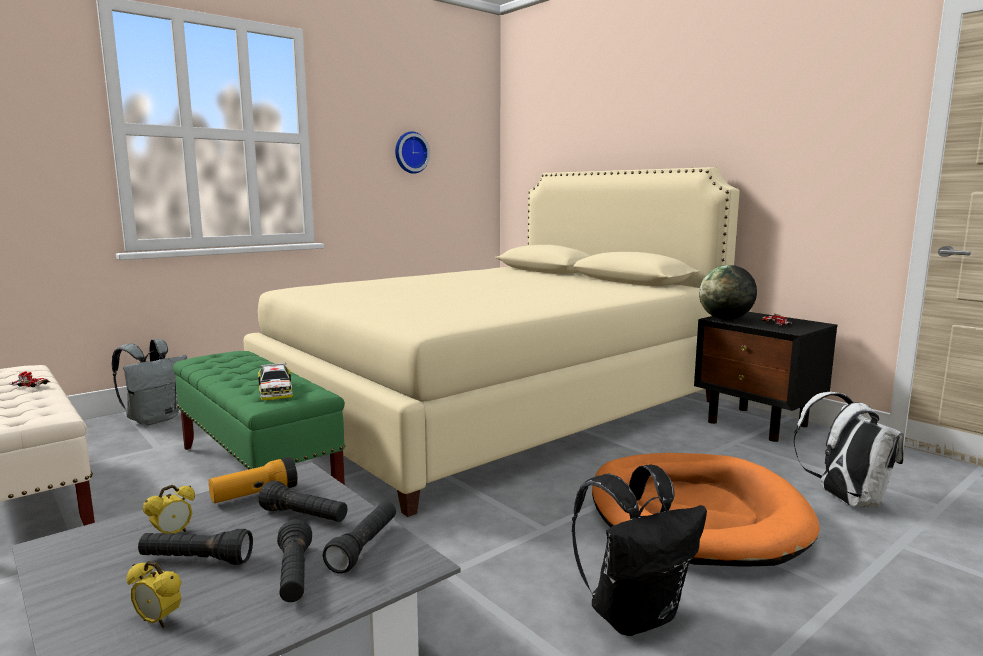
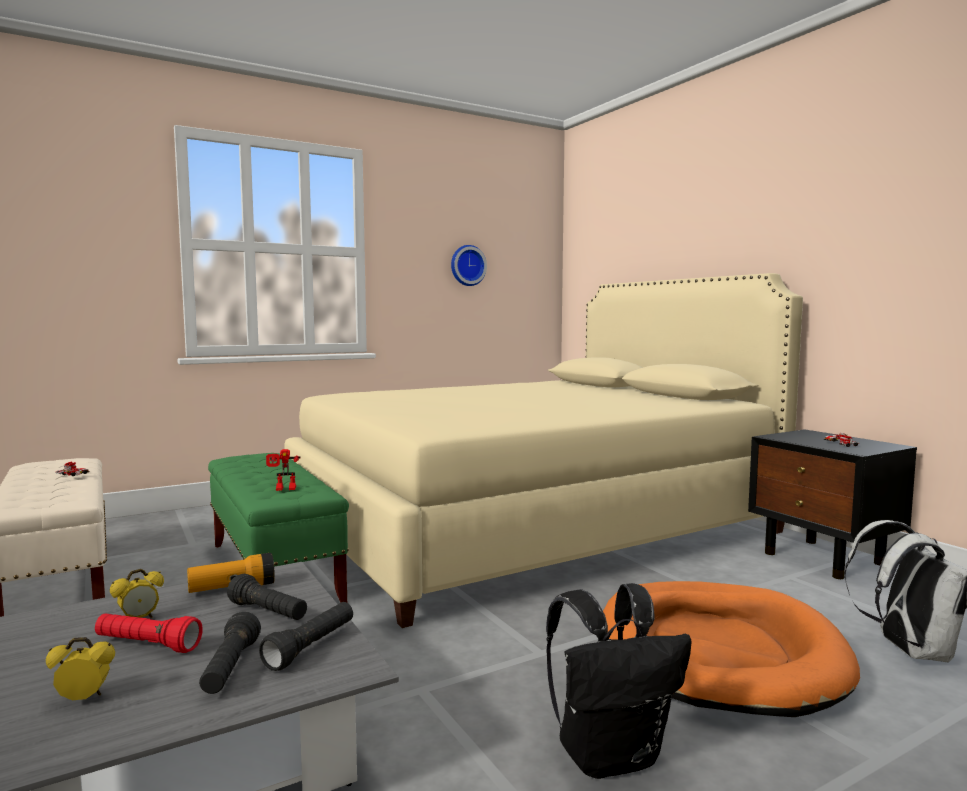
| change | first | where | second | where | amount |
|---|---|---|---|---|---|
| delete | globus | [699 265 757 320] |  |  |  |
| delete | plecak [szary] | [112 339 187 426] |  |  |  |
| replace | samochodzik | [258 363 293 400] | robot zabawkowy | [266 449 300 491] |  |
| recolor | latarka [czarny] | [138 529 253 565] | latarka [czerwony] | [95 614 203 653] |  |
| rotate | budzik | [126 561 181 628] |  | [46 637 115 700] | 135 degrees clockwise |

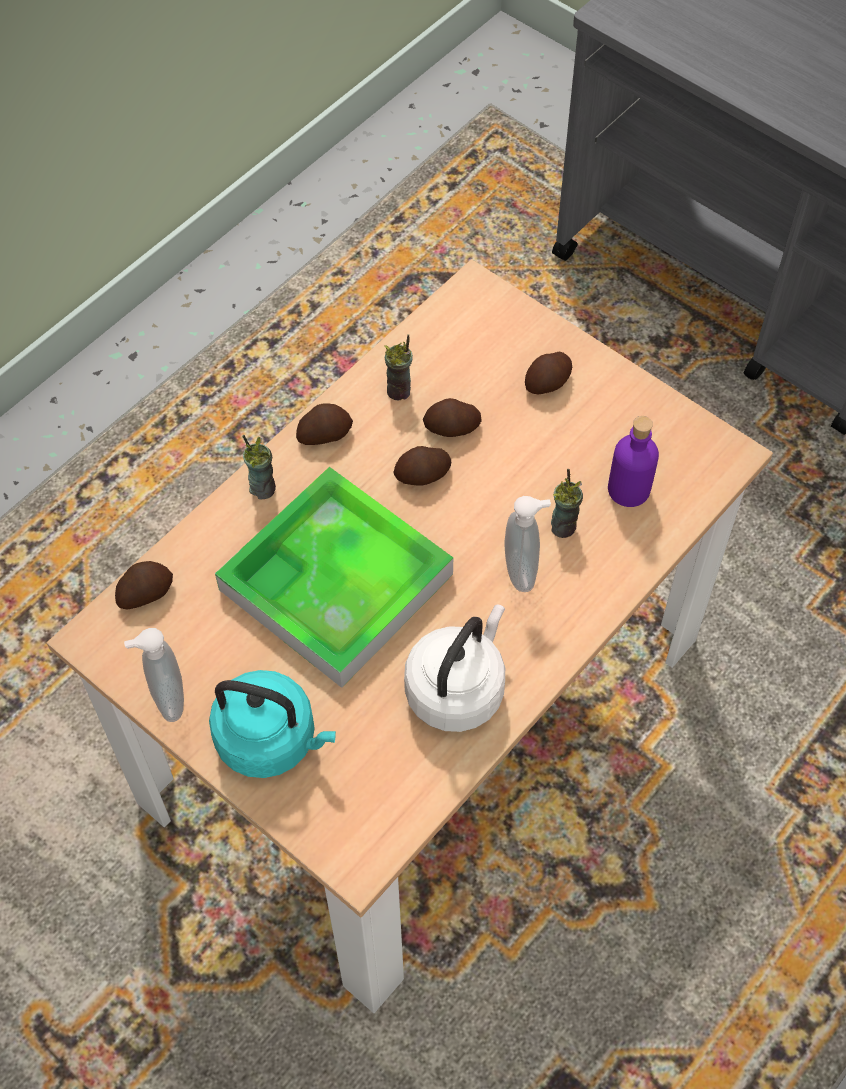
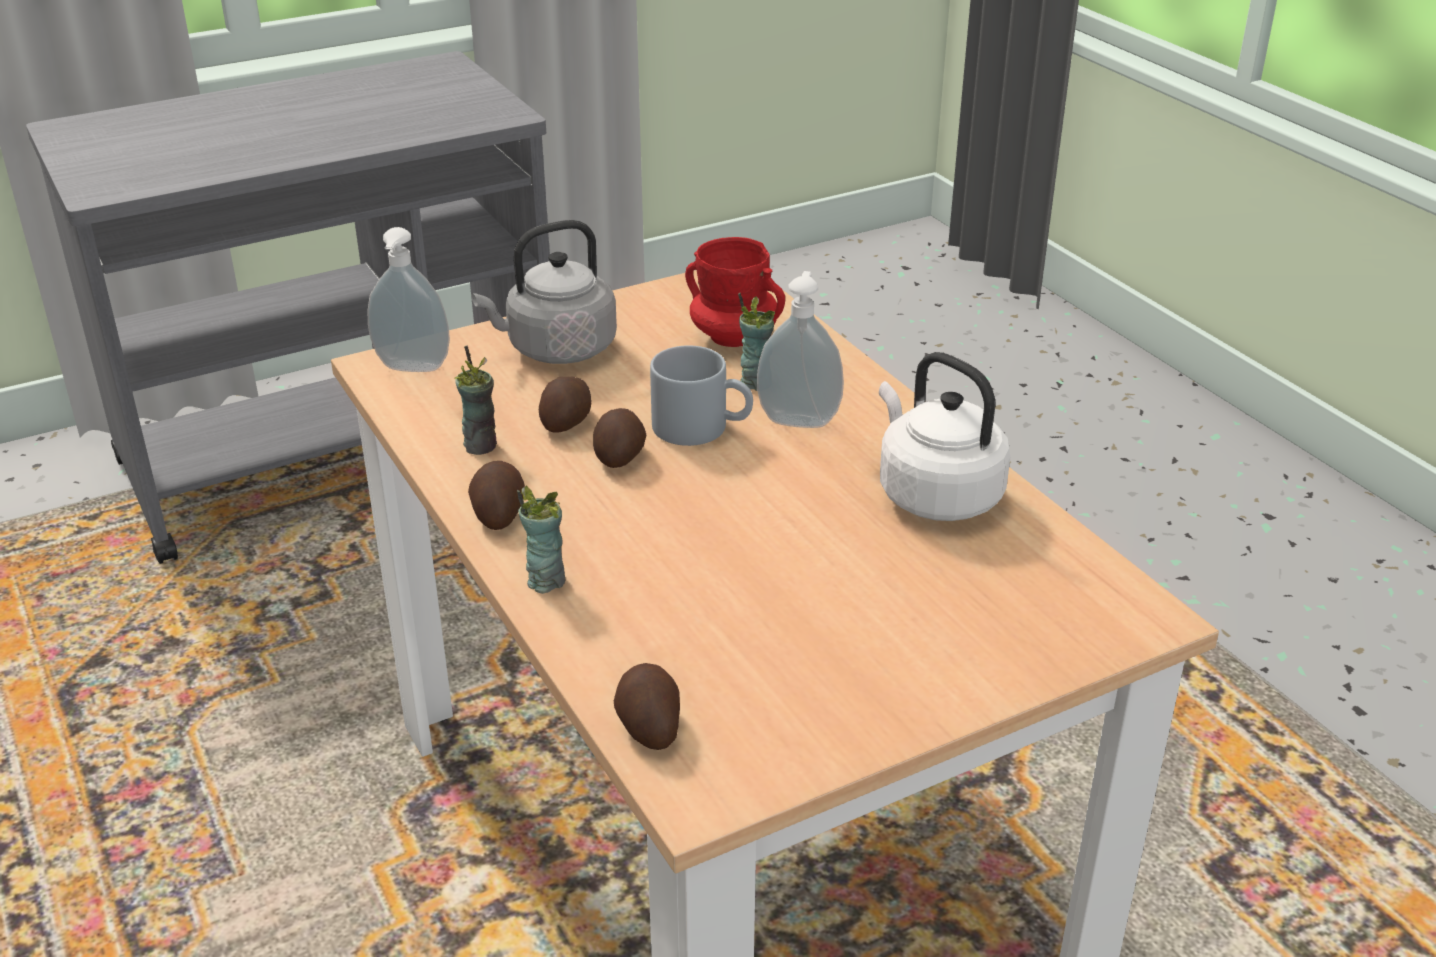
| change | first | where | second | where | amount |
|---|---|---|---|---|---|
| replace | ziemniak | [525 352 572 395] | czajnik [szary] | [472 220 617 364] |  |
| replace | butelka [fioletowy] | [608 416 659 507] | kubek [czerwony] | [685 237 785 347] |  |
| delete | taca | [215 467 453 688] |  |  |  |
| move | dozownik mydła | [124 628 184 722] |  | [367 227 450 372] |  |
| delete | czajnik [turkusowy] | [209 670 336 778] |  |  |  |
| insert |  |  | kubek [szary] | [650 345 753 446] |  |

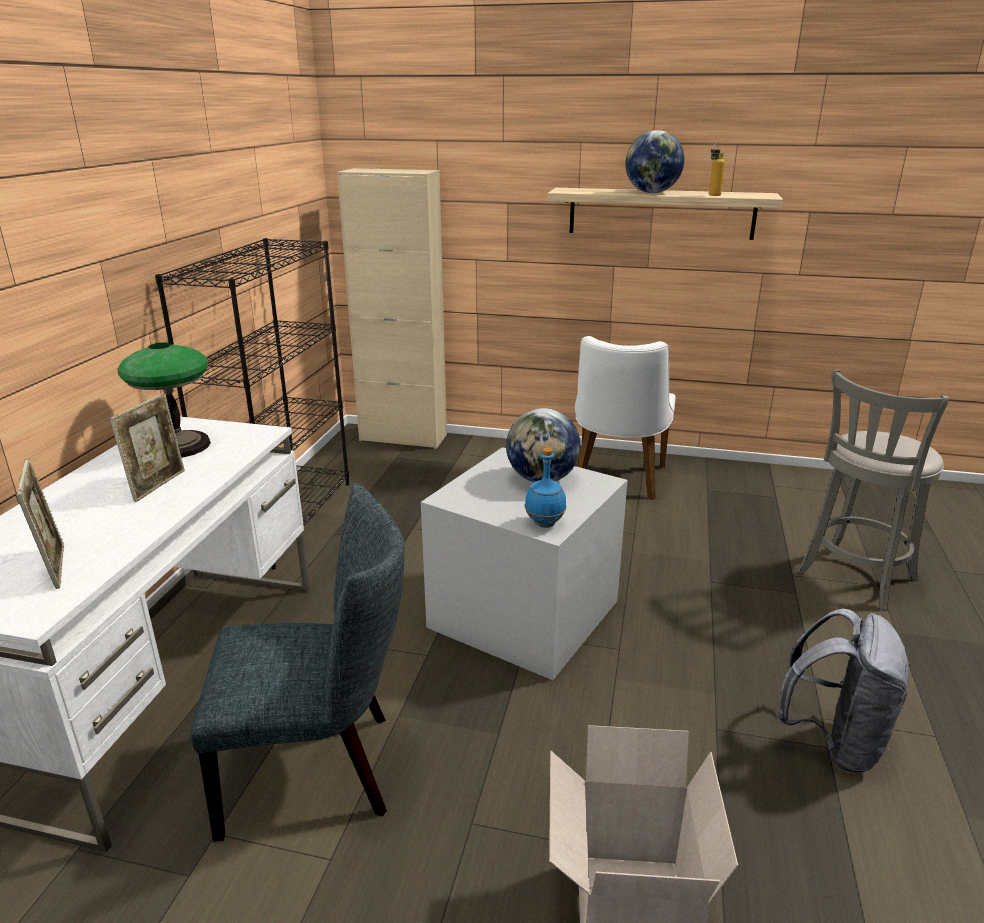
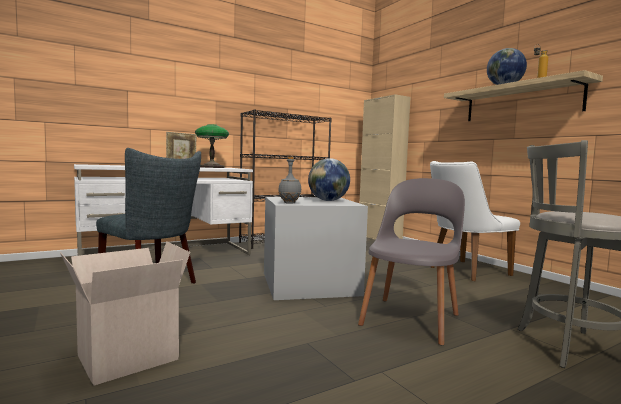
| change | first | where | second | where | amount |
|---|---|---|---|---|---|
| recolor | butelka [niebieski] | [525 448 566 528] | butelka [szary] | [278 157 301 204] |  |
| delete | ramka na zdjęcie | [17 458 64 589] |  |  |  |
| delete | plecak [szary] | [776 608 911 773] |  |  |  |
| insert |  |  | krzesło [szary] | [358 178 465 345] |  |

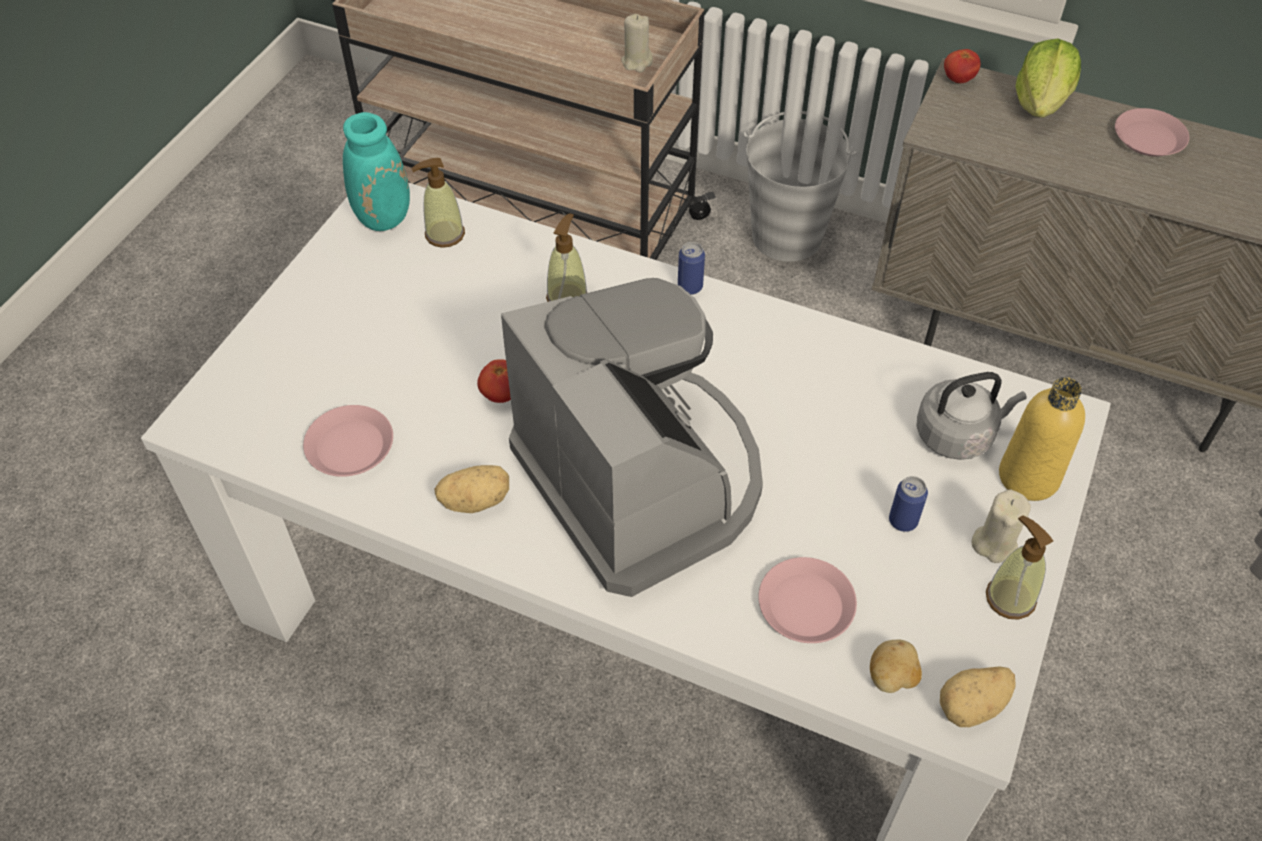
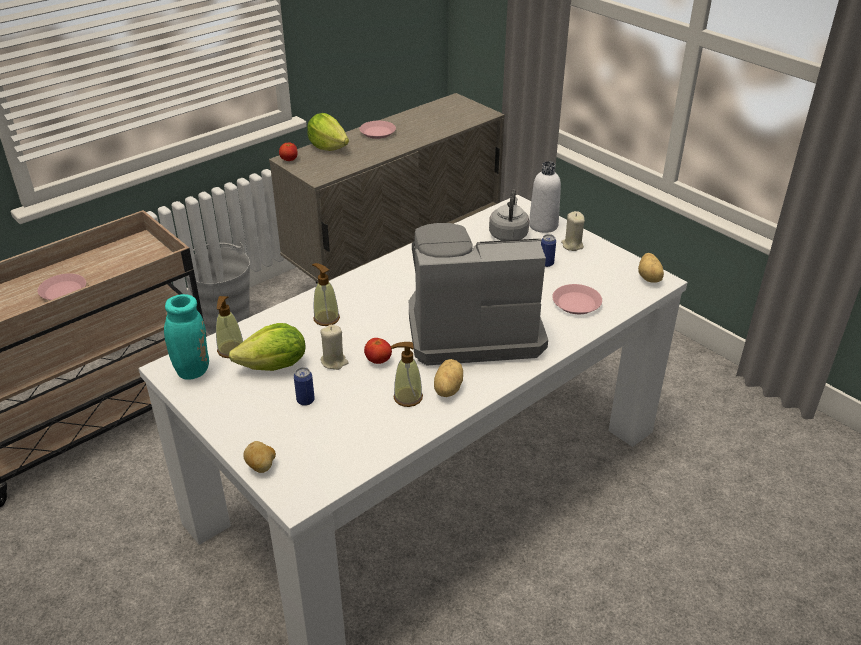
| change | first | where | second | where | amount |
|---|---|---|---|---|---|
| move | świeca [beżowy] | [621 14 653 72] |  | [320 325 348 370] |  |
| move | puszka | [678 242 705 295] |  | [294 367 315 406] |  |
| recolor | butelka [żółty] | [999 377 1085 501] | butelka [biały] | [529 161 561 233] |  |
| move | talerz [różowy] | [303 405 393 477] |  | [37 273 86 300] |  |
| move | dozownik mydła | [986 515 1053 620] |  | [391 342 423 407] |  |
| move | ziemniak | [870 640 922 693] |  | [243 441 276 473] |  |
| insert |  |  | sałata | [229 323 306 371] |  |

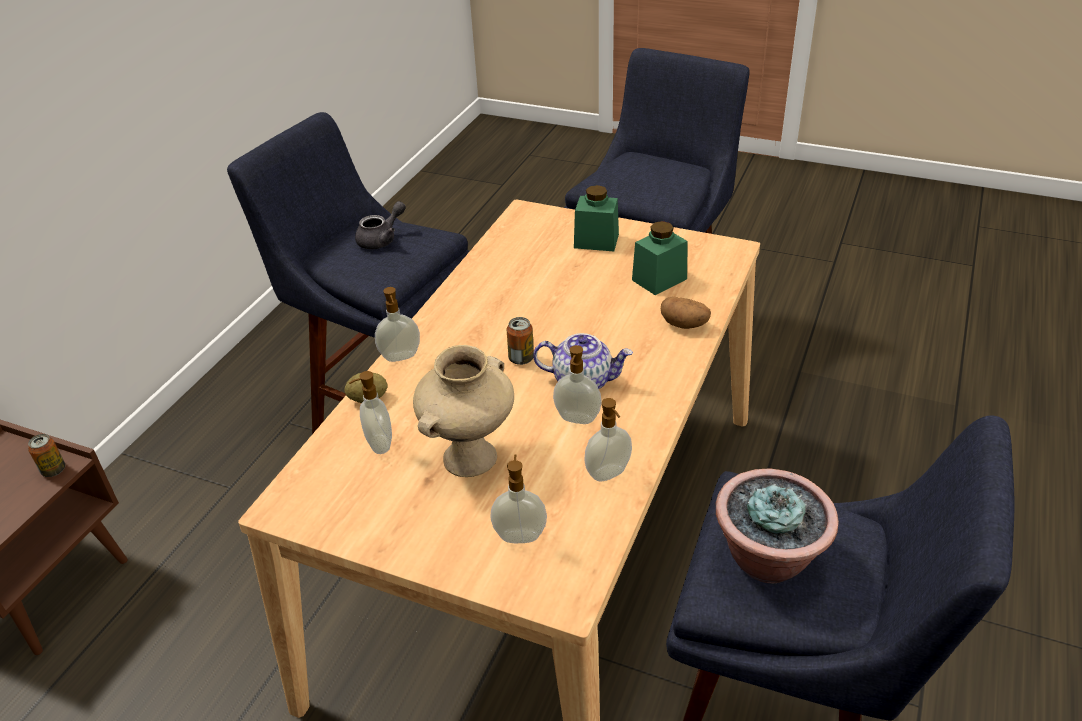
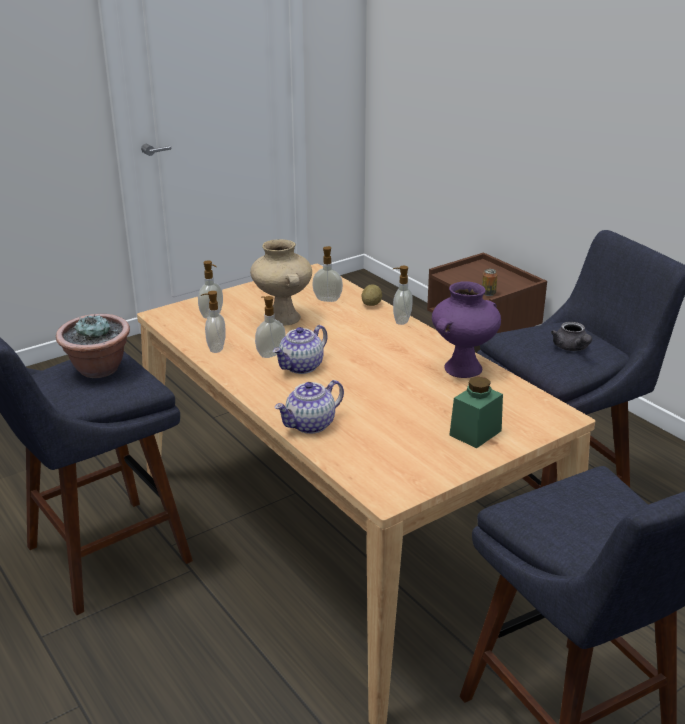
| change | first | where | second | where | amount |
|---|---|---|---|---|---|
| delete | słoik [zielony] | [632 221 688 295] |  |  |  |
| replace | ziemniak | [661 297 711 329] | imbryk | [275 380 344 434] |  |
| delete | puszka | [507 317 534 365] |  |  |  |
| insert |  |  | wazon [fioletowy] | [432 281 501 378] |  |

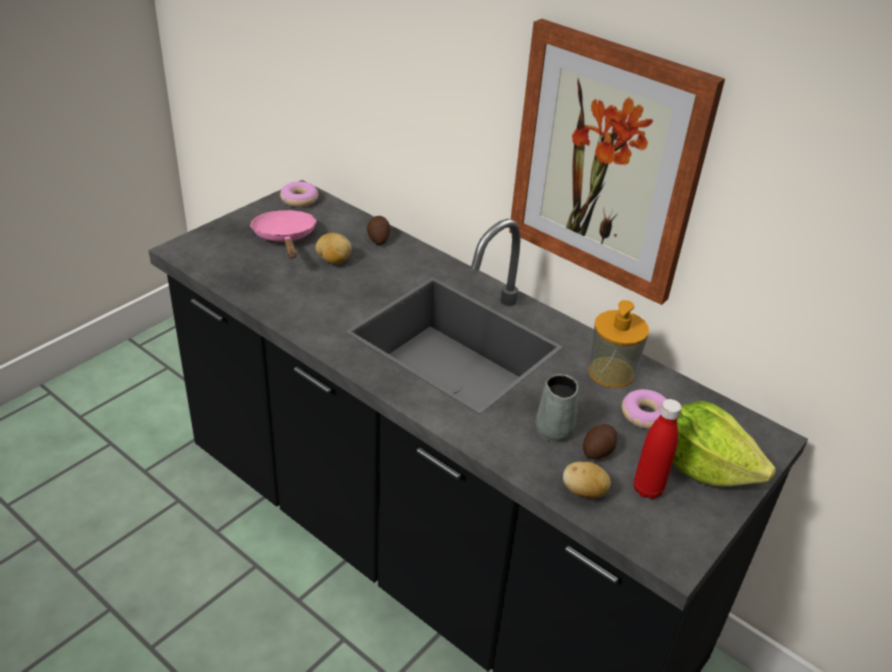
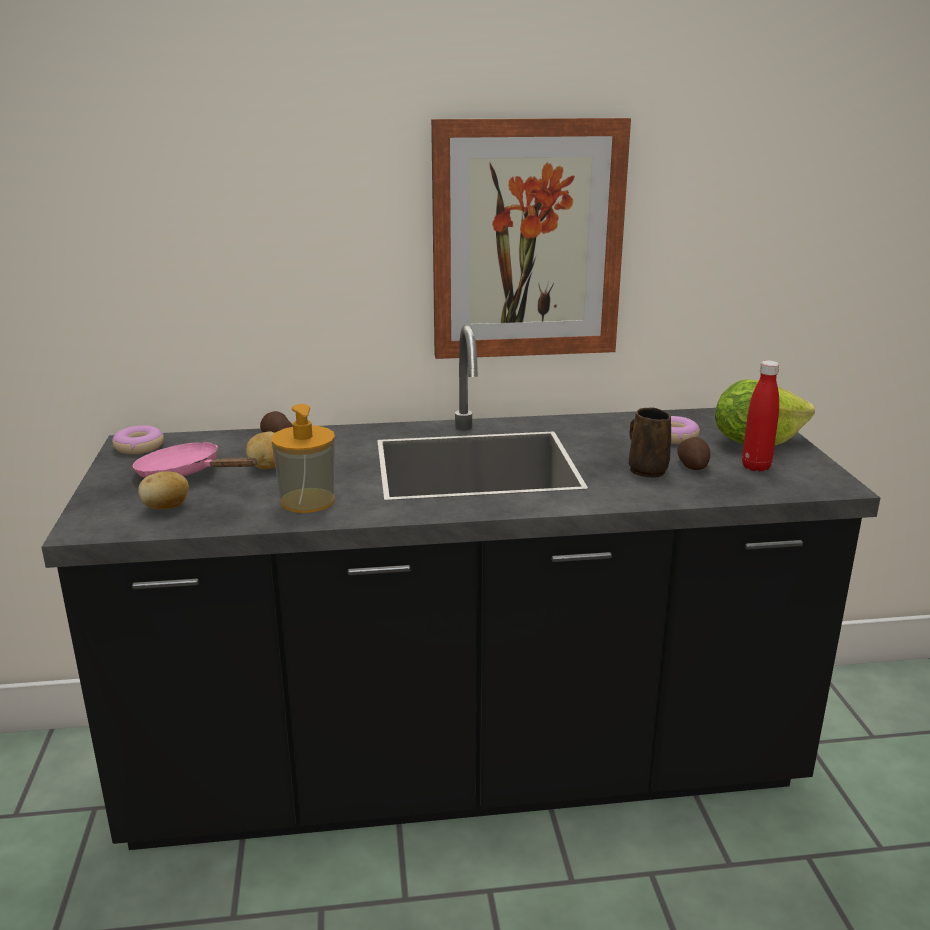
| change | first | where | second | where | amount |
|---|---|---|---|---|---|
| move | dozownik mydła | [588 300 649 388] |  | [271 404 335 513] |  |
| recolor | kubek [szary] | [536 374 578 442] | kubek [brązowy] | [629 407 671 478] |  |
| move | ziemniak | [563 461 611 499] |  | [138 471 189 509] |  |

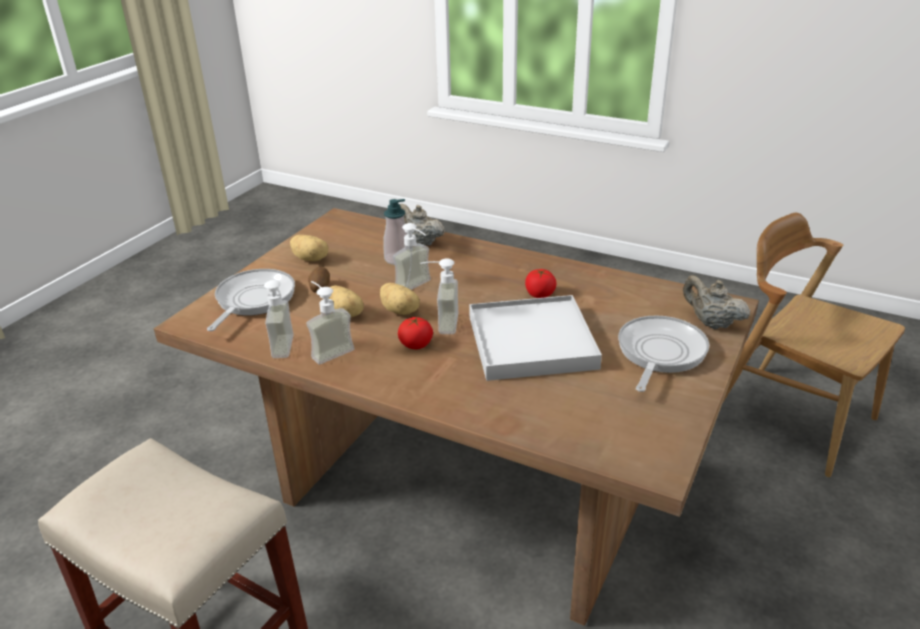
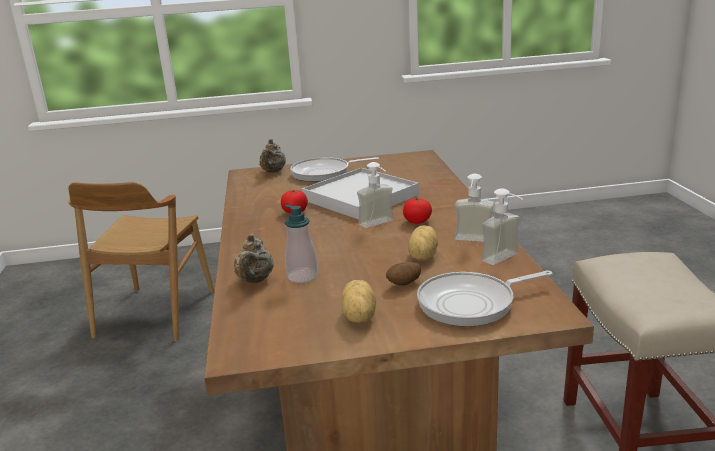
| change | first | where | second | where | amount |
|---|---|---|---|---|---|
| delete | dozownik mydła | [393 223 431 290] |  |  |  |
| delete | ziemniak | [380 283 420 315] |  |  |  |

